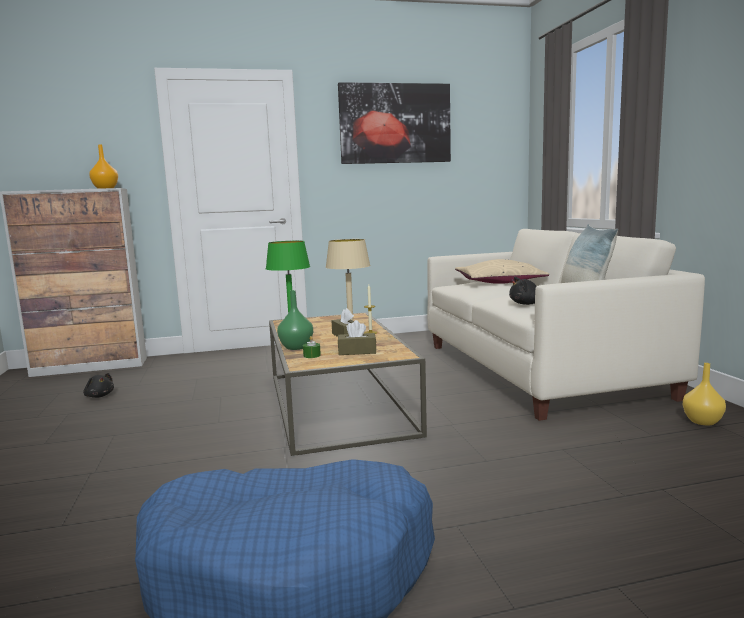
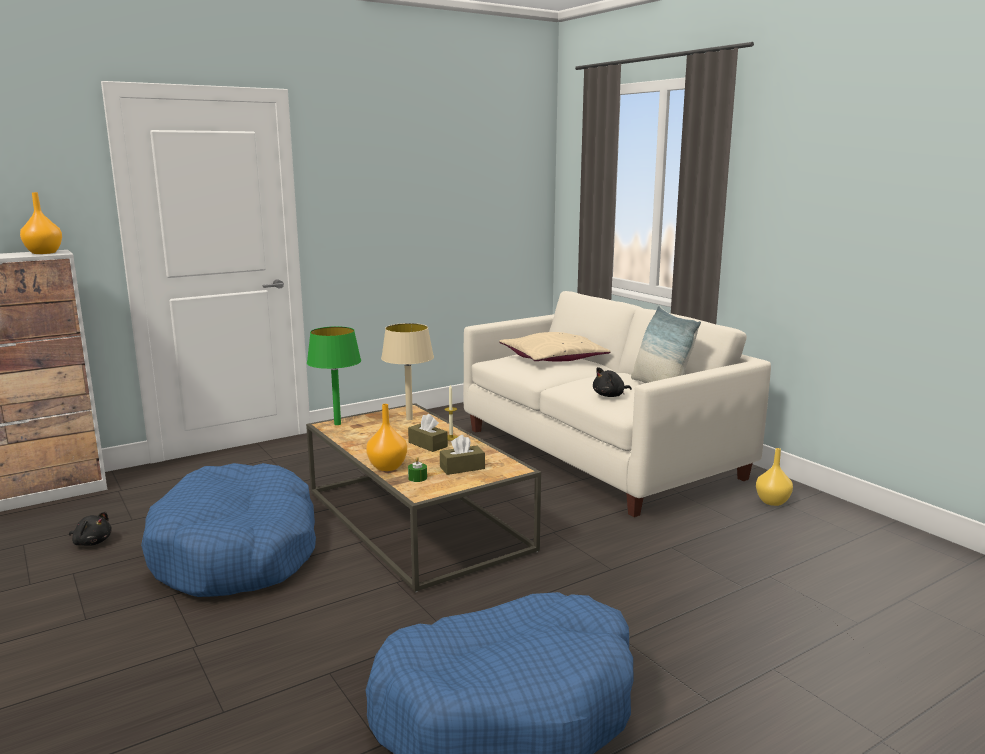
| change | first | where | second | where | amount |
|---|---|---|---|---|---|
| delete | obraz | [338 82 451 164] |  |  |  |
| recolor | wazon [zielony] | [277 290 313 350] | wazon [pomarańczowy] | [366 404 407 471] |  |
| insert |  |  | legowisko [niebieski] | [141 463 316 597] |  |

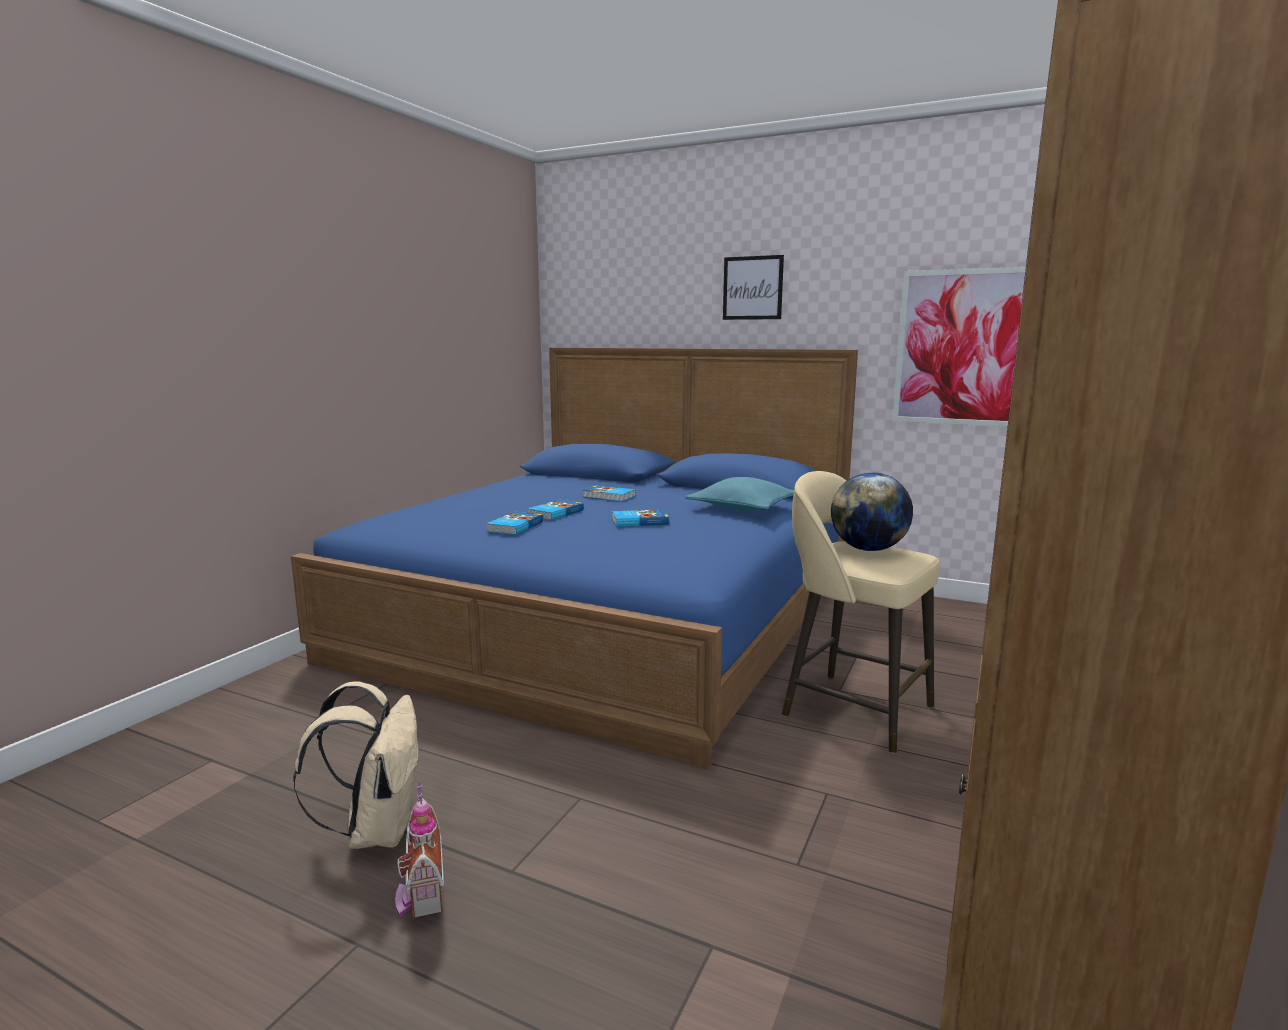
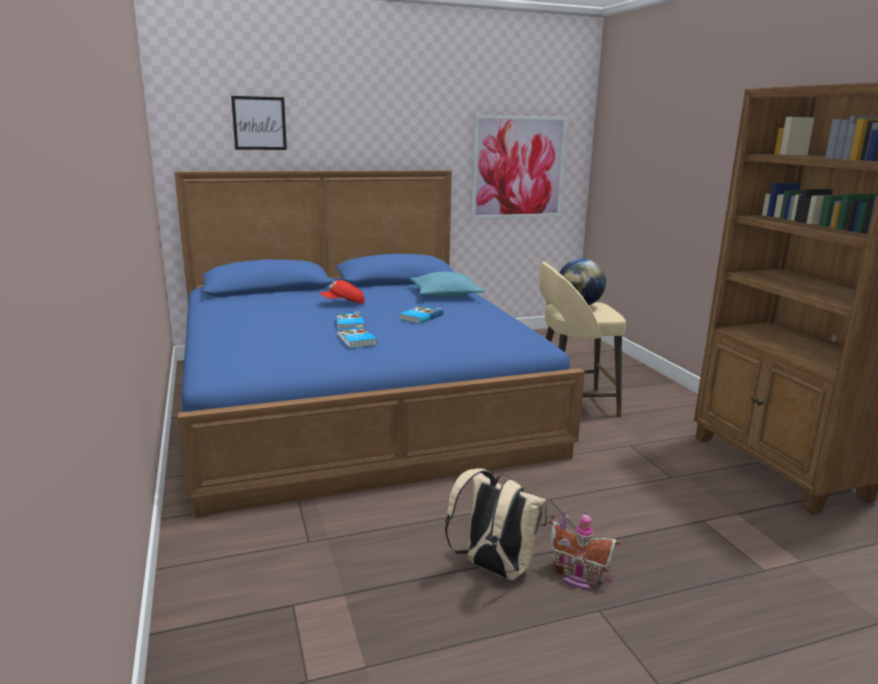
| change | first | where | second | where | amount |
|---|---|---|---|---|---|
| move | obraz | [723 255 784 320] |  | [231 96 287 150] |  |
| replace | książka | [582 485 636 501] | czapka z daszkiem [czerwony] | [320 280 365 304] |  |

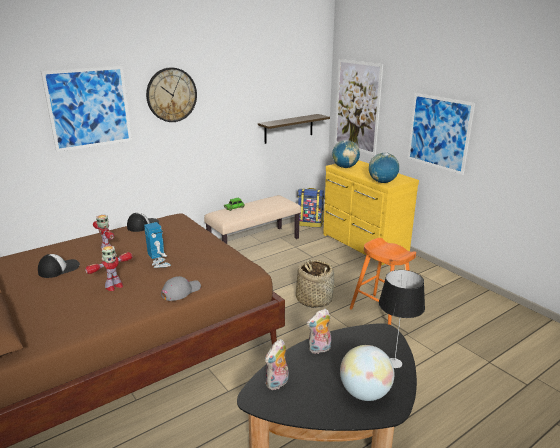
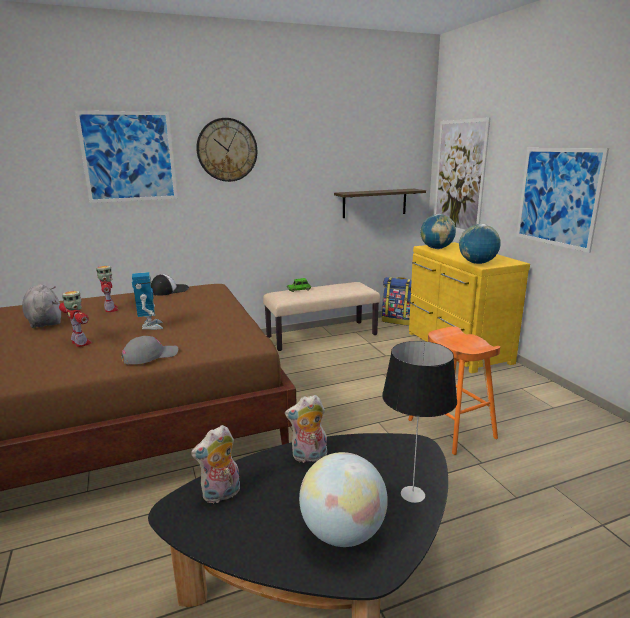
| change | first | where | second | where | amount |
|---|---|---|---|---|---|
| rotate | robot zabawkowy | [85 246 133 291] |  | [59 291 92 347] | 105 degrees counterclockwise |
| replace | czapka z daszkiem | [38 254 80 278] | pluszak [szary] | [22 284 61 328] |  |
| delete | koszyk | [296 259 334 308] |  |  |  |

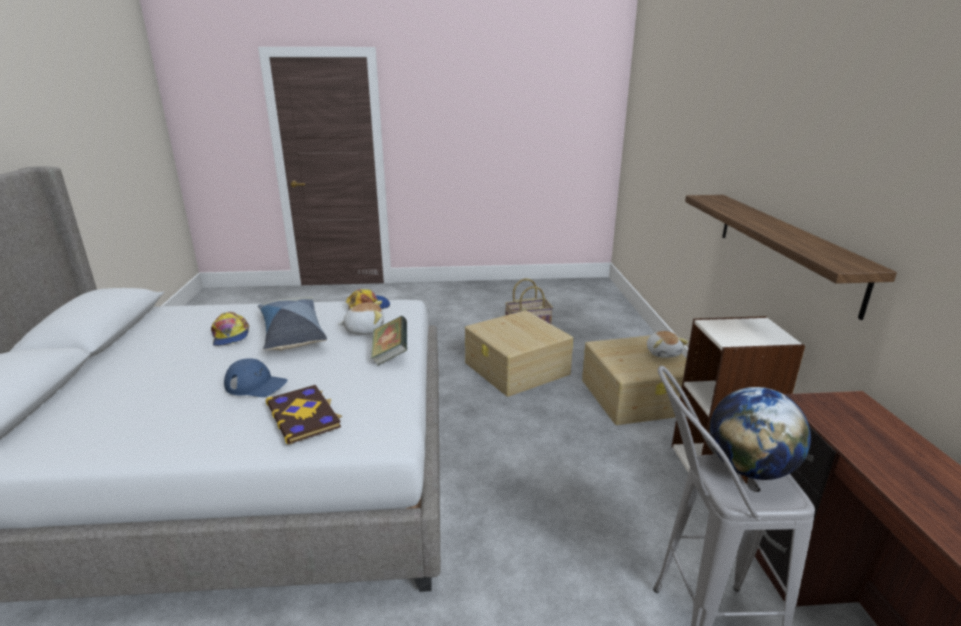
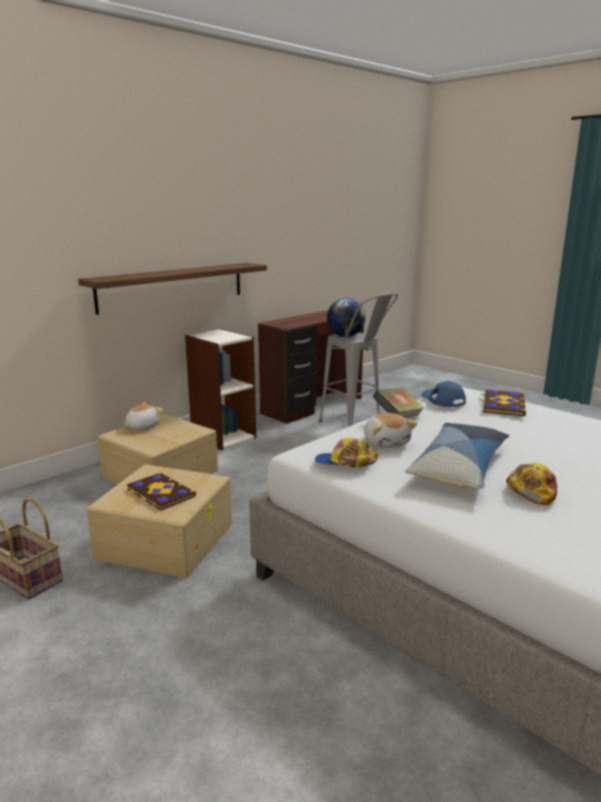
| change | first | where | second | where | amount |
|---|---|---|---|---|---|
| rotate | pluszak | [338 301 384 334] |  | [364 413 417 448] | 150 degrees counterclockwise |
| move | czapka z daszkiem [niebieski] | [224 358 288 397] |  | [421 381 466 407] |  |
| insert |  |  | książka | [127 472 196 511] |  |

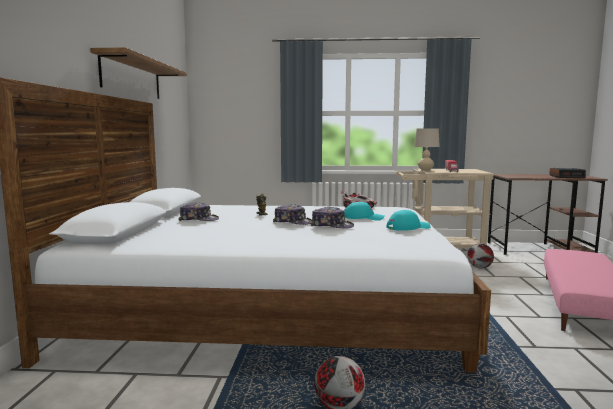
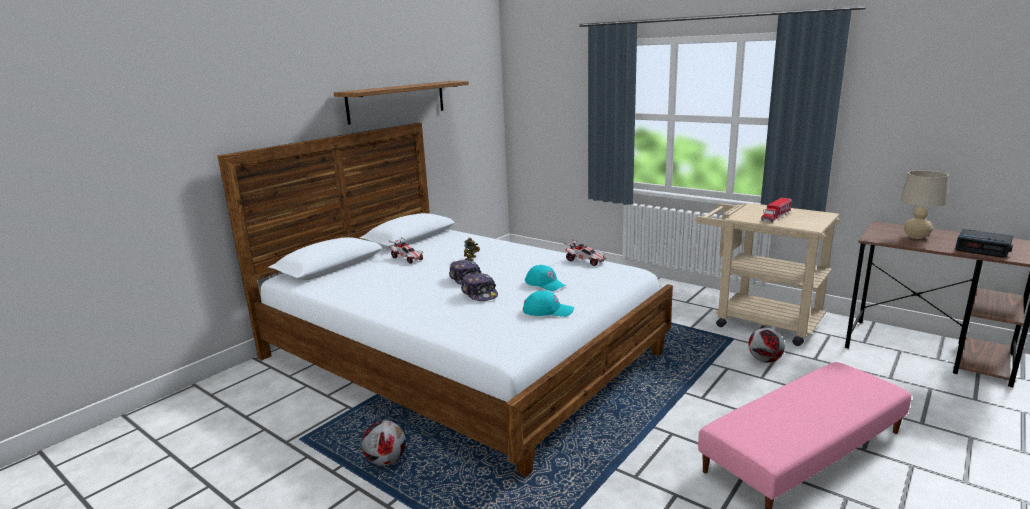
| change | first | where | second | where | amount |
|---|---|---|---|---|---|
| move | lampa stołowa [beżowy] | [414 128 440 171] |  | [900 171 949 239] |  |
| replace | czapka z daszkiem | [179 202 219 221] | samochodzik | [389 237 423 264] |  |

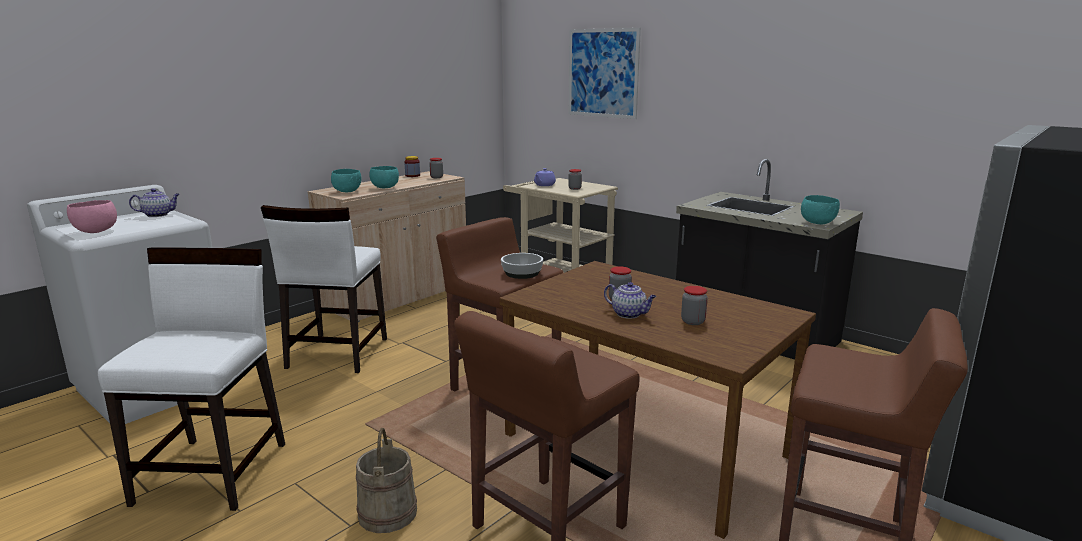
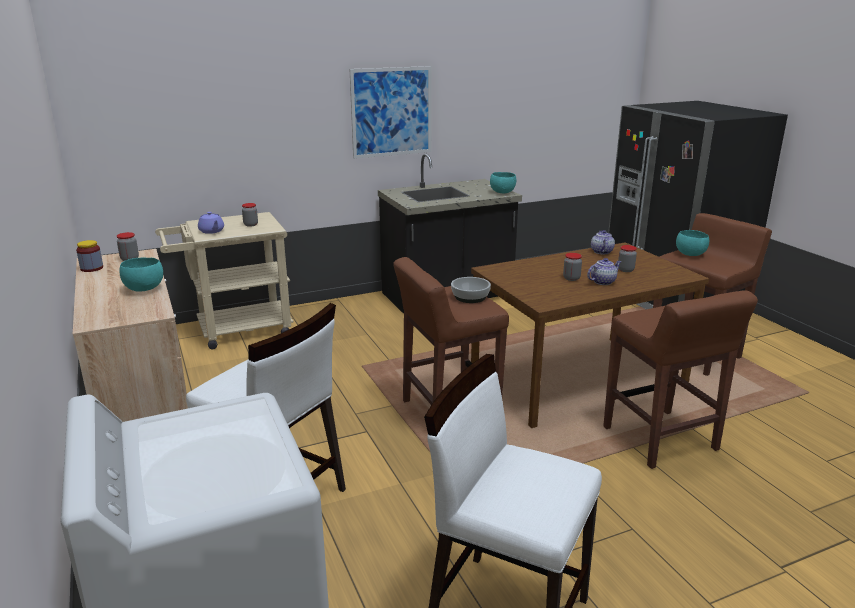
| change | first | where | second | where | amount |
|---|---|---|---|---|---|
| move | obraz | [569 28 641 119] |  | [350 66 432 159] |  |
| move | miska [turkusowy] | [331 169 361 192] |  | [676 230 709 256] |  |
| move | imbryk | [129 188 180 217] |  | [591 230 615 254] |  |
| delete | miska [różowy] | [67 200 117 233] |  |  |  |
| delete | wiadro [beżowy] | [356 428 417 533] |  |  |  |

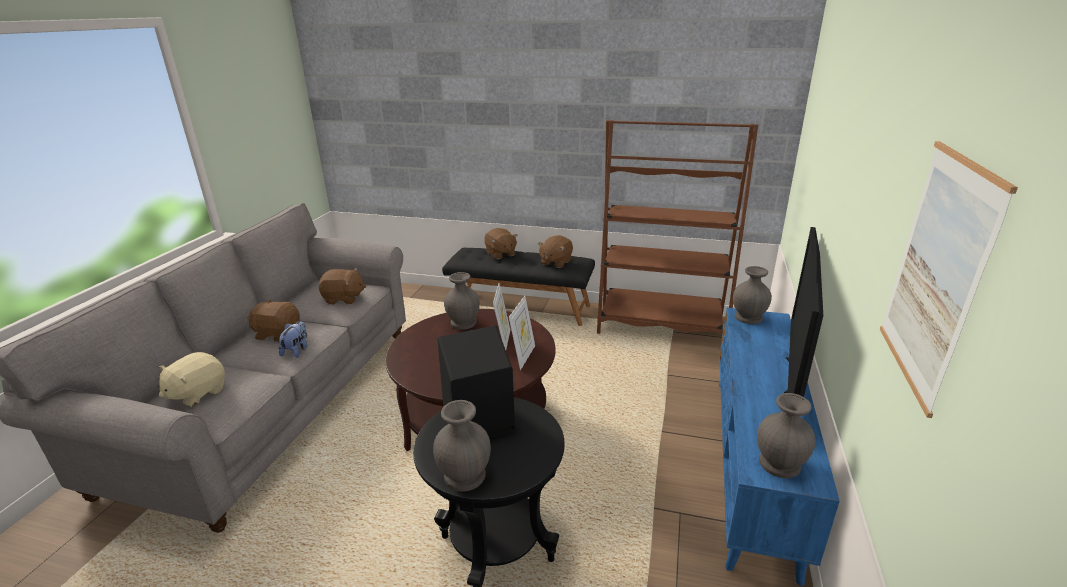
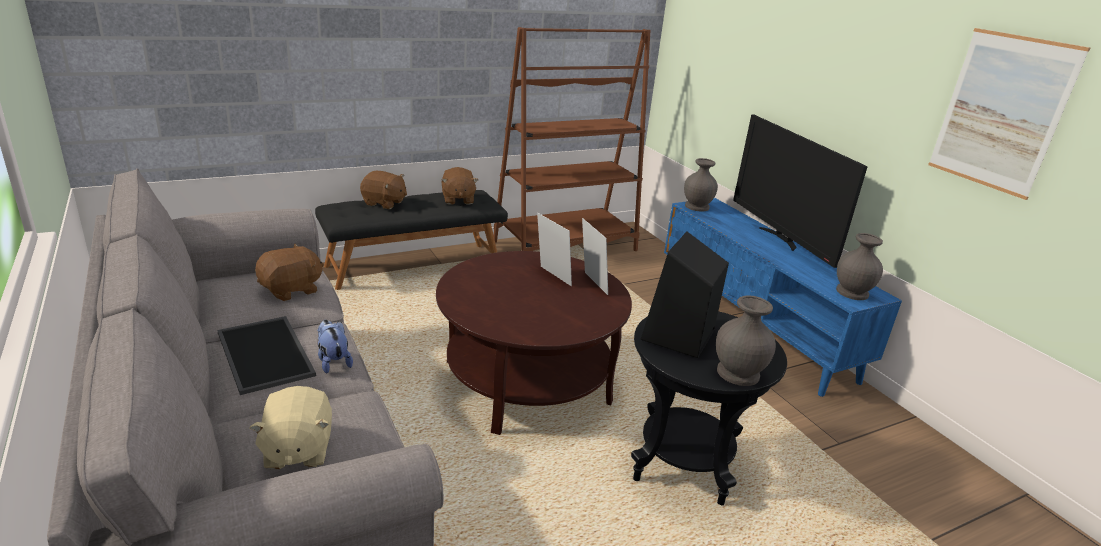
| change | first | where | second | where | amount |
|---|---|---|---|---|---|
| delete | wazon [szary] | [444 272 480 330] |  |  |  |
| replace | pluszak [brązowy] | [247 299 300 342] | taca | [217 316 316 395] |  |

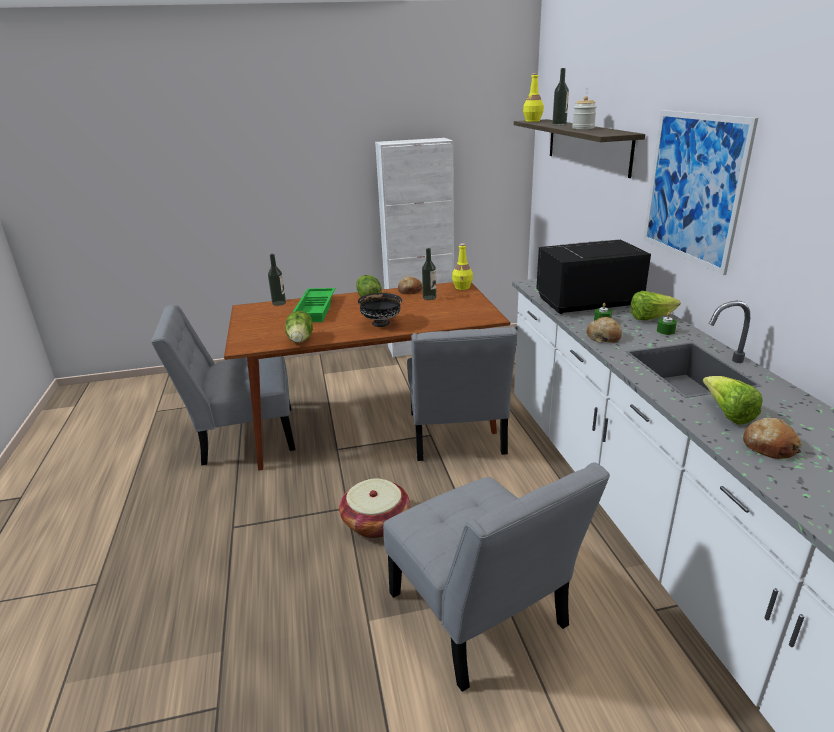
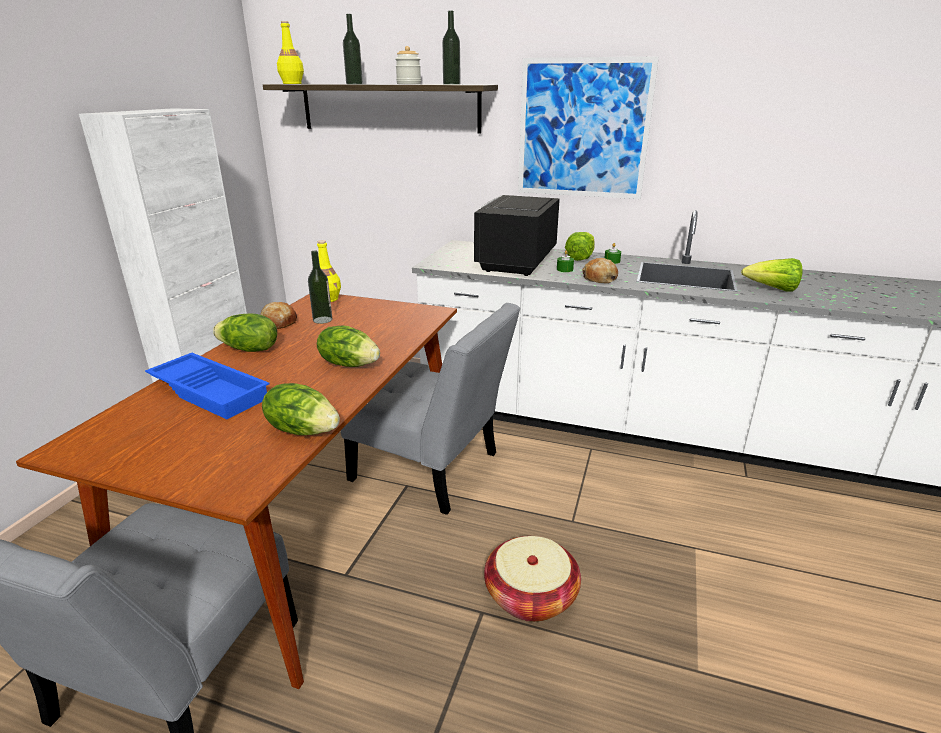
| change | first | where | second | where | amount |
|---|---|---|---|---|---|
| move | butelka | [268 254 286 306] |  | [442 10 460 84] |  |
| recolor | taca [zielony] | [293 288 335 322] | taca [niebieski] | [145 353 270 419] |  |
| replace | miska [czarny] | [358 293 402 327] | sałata | [317 325 380 367] |  |
| delete | chleb | [743 418 803 459] |  |  |  |
| delete | krzesło [szary] | [383 462 610 692] |  |  |  |

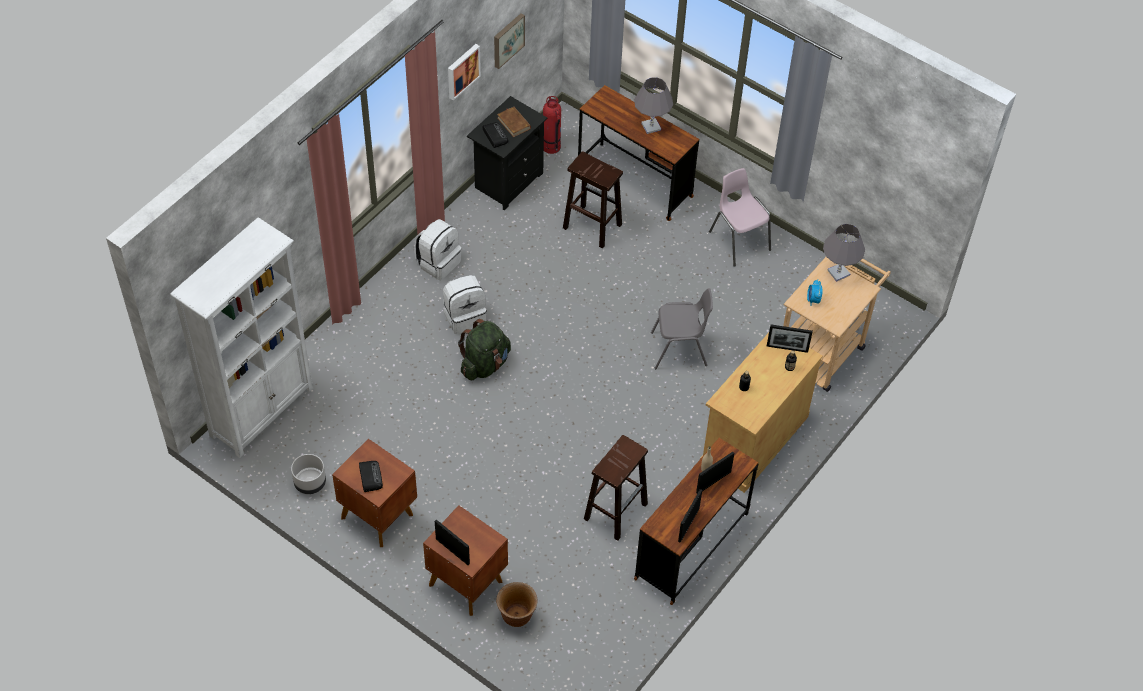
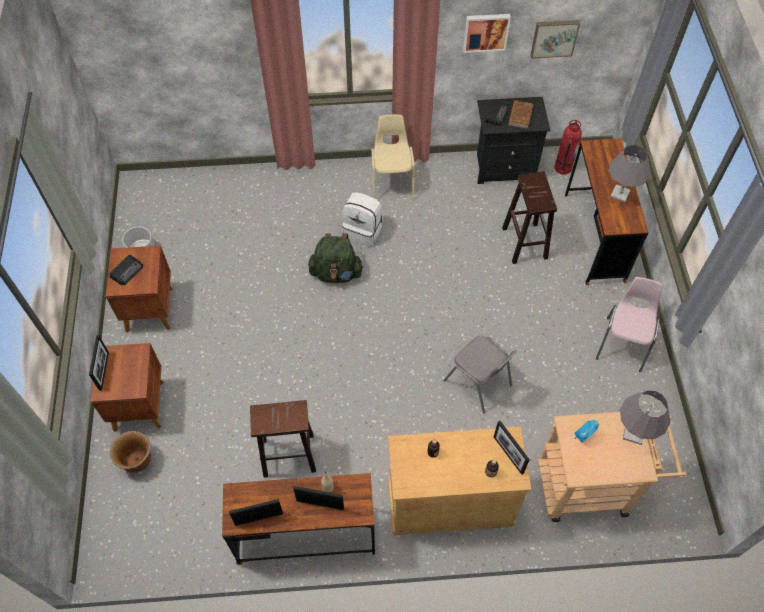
| change | first | where | second | where | amount |
|---|---|---|---|---|---|
| delete | regał [biały] | [170 217 313 458] |  |  |  |
| replace | plecak [biały] | [414 219 461 280] | krzesło [beżowy] | [372 114 415 200] |  |

